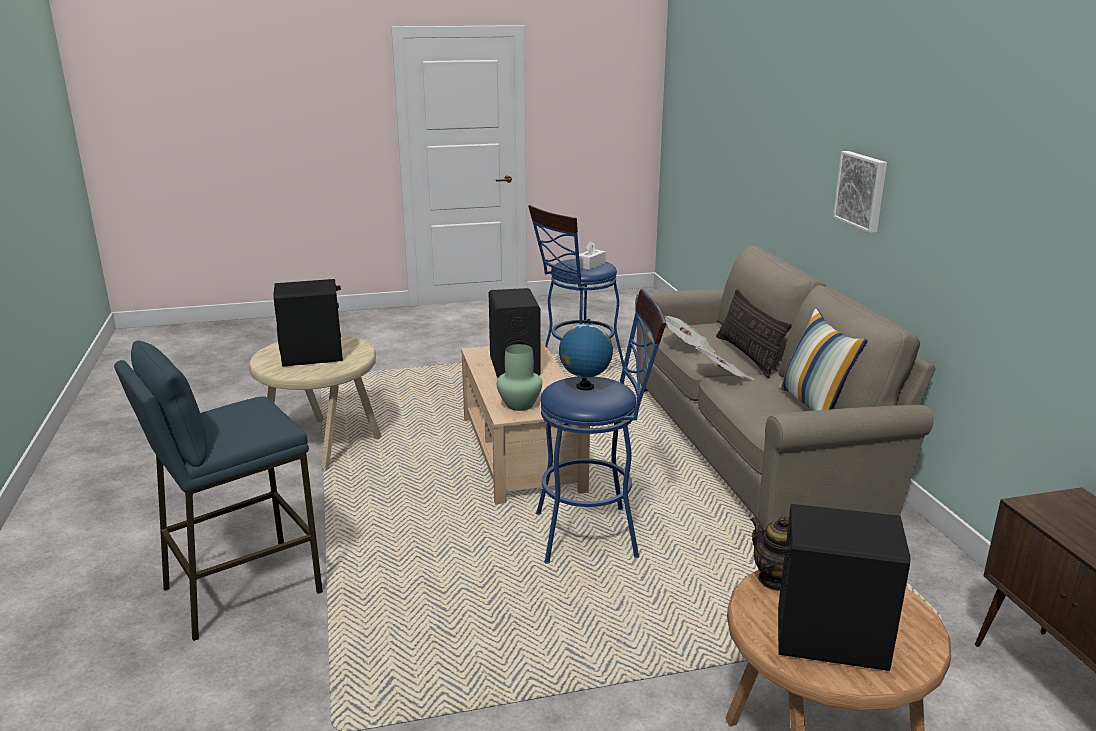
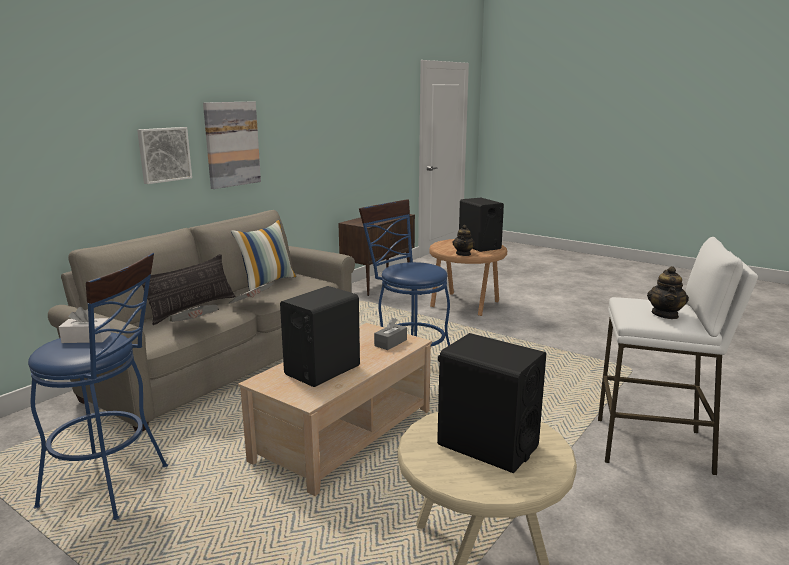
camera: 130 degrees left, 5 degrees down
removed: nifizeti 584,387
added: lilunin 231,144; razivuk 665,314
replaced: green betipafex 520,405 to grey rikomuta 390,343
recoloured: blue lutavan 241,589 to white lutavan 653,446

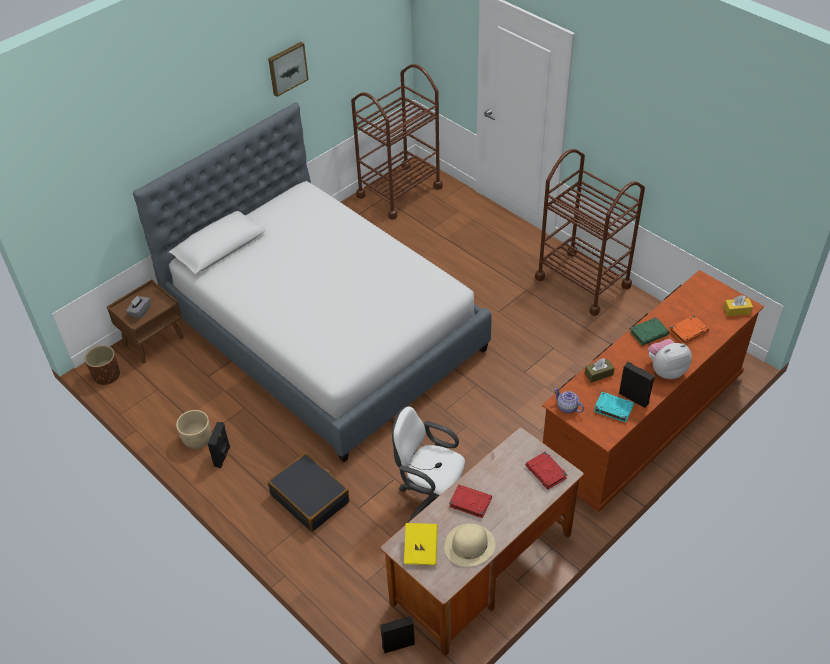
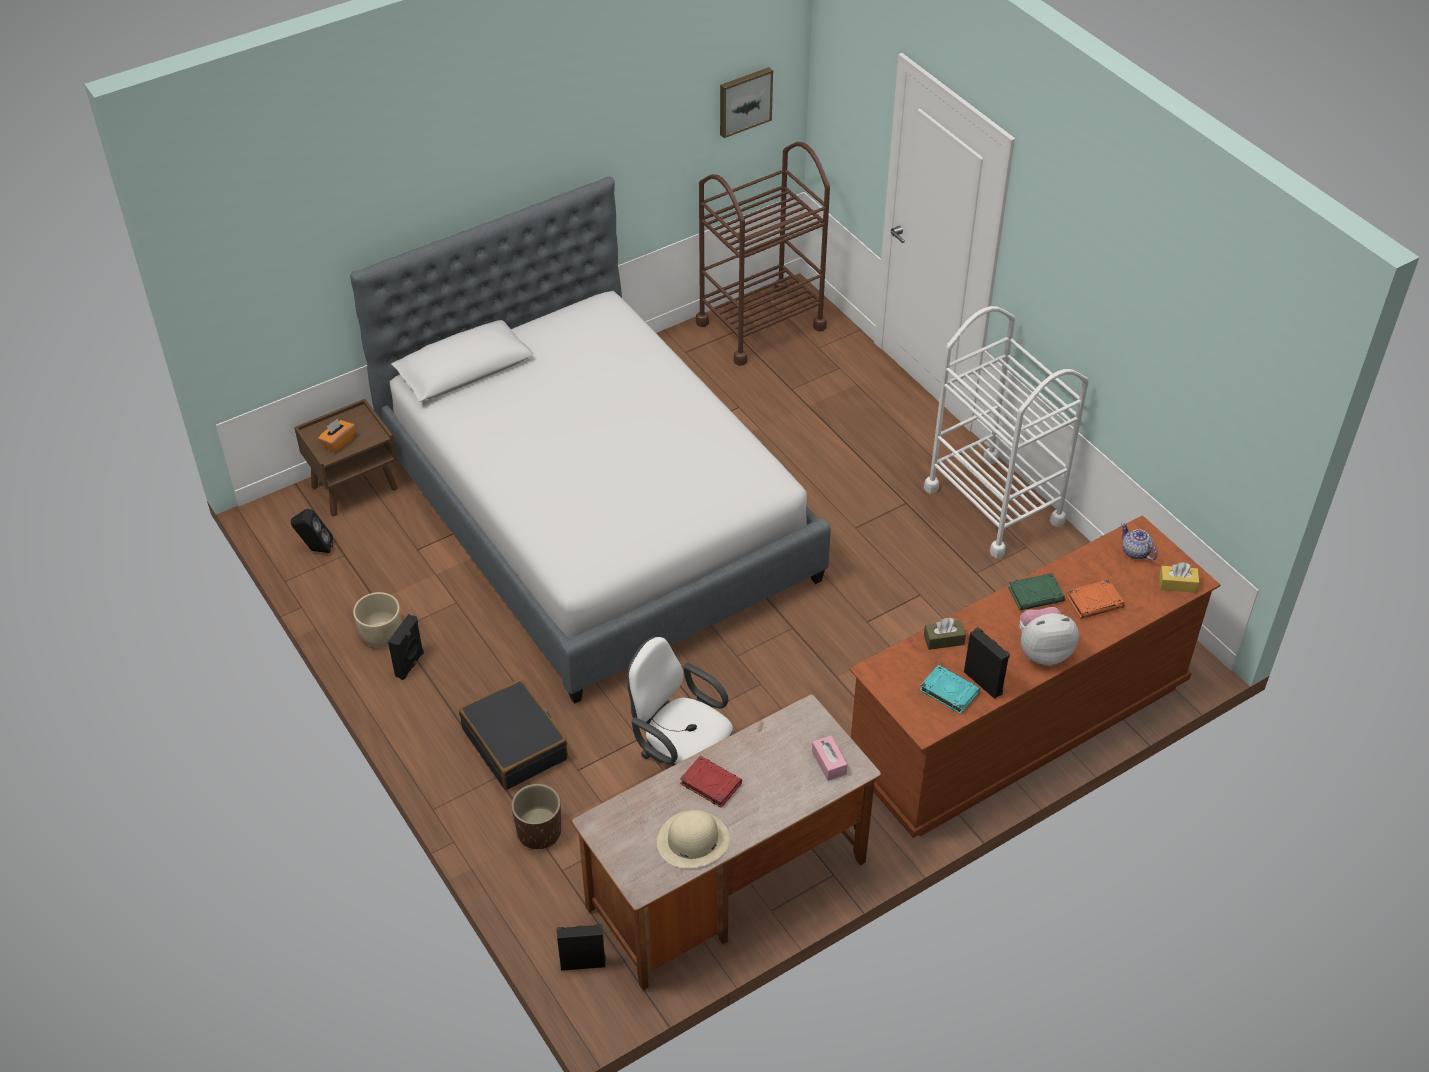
camera: 10 degrees right, 0 degrees up
removed: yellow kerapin 421,549
added: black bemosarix 315,549
moved: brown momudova 106,375 to 539,831; lilunin 287,68 to 744,101; razivuk 567,407 to 1135,552
replaced: red kerapin 546,472 to pink rikomuta 829,763
recoloured: grey rikomuta 140,312 to orange rikomuta 338,442; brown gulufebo 582,282 to white gulufebo 993,505

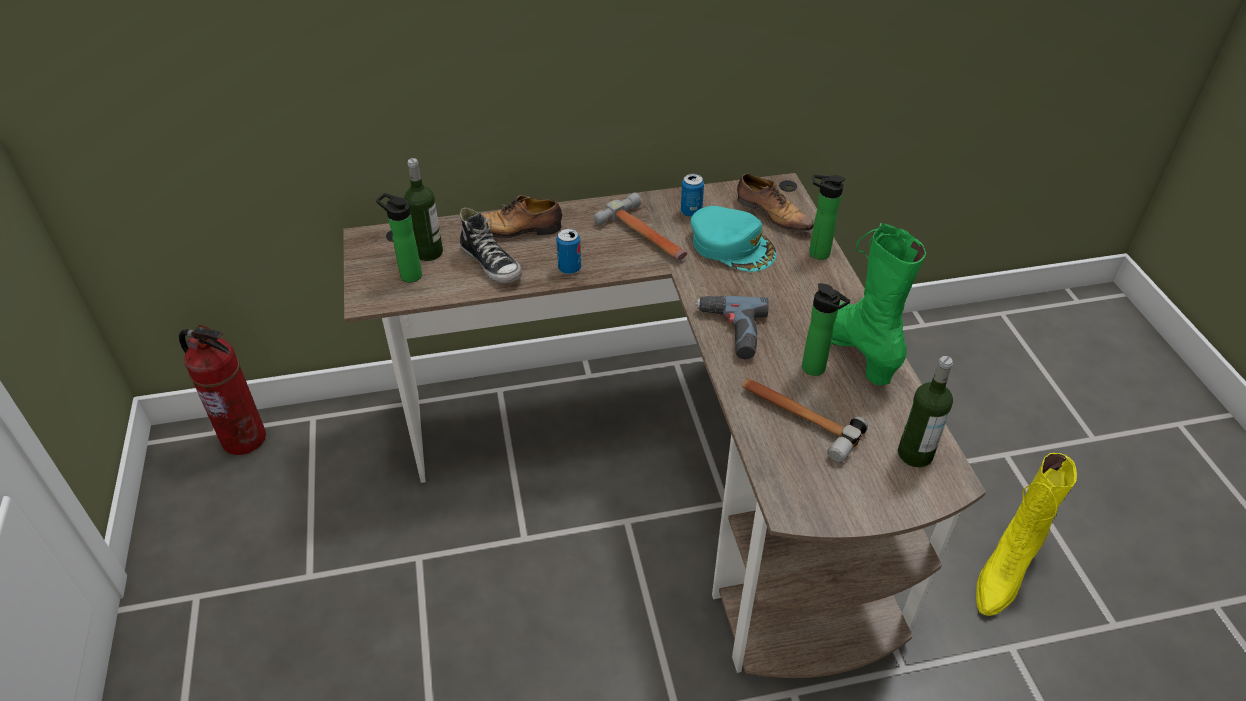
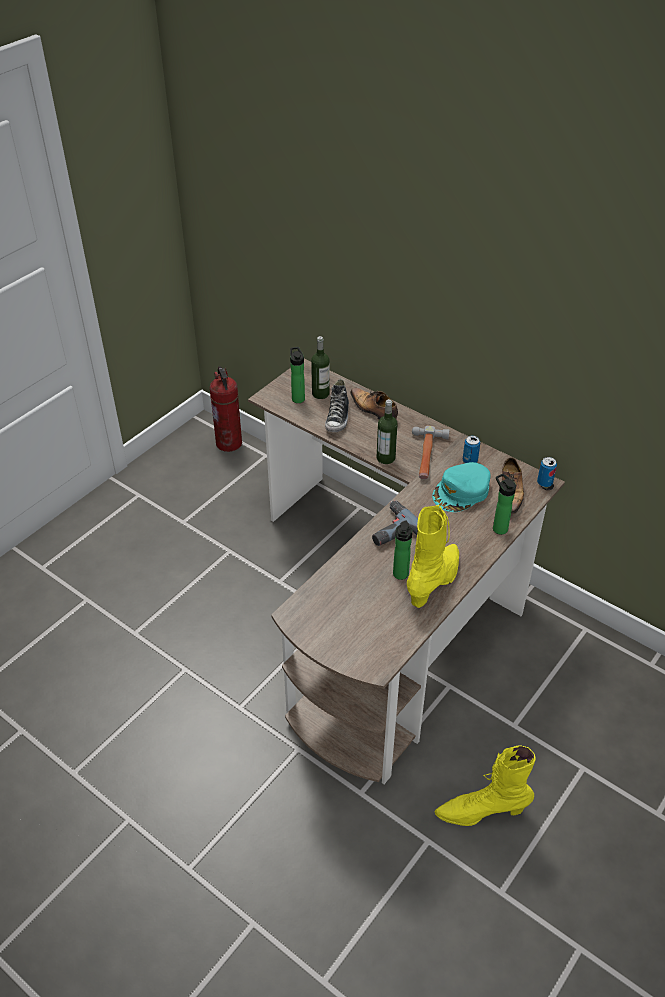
camera: 50 degrees right, 0 degrees up
removed: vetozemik 797,418
moved: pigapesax 569,268 to 544,483; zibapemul 915,454 to 385,458
recoloured: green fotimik 853,348 to yellow fotimik 434,582
turned: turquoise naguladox 732,246 = 461,492 45 degrees clockwise

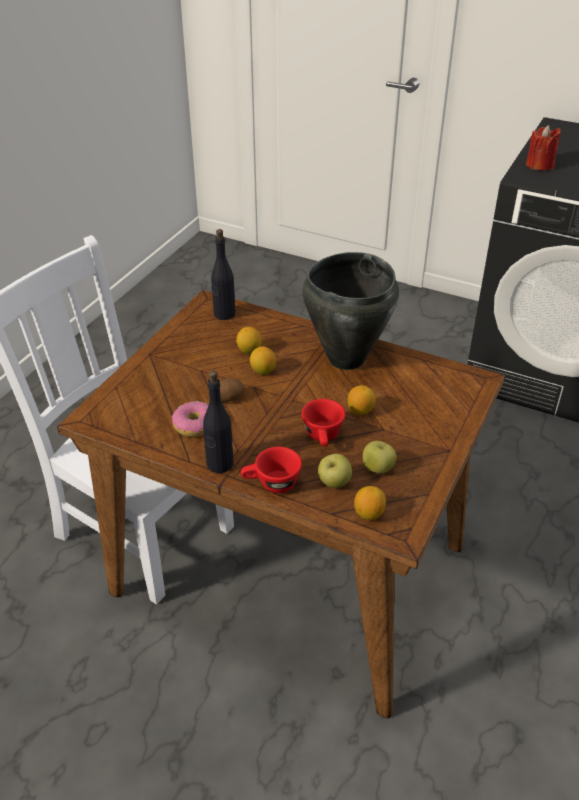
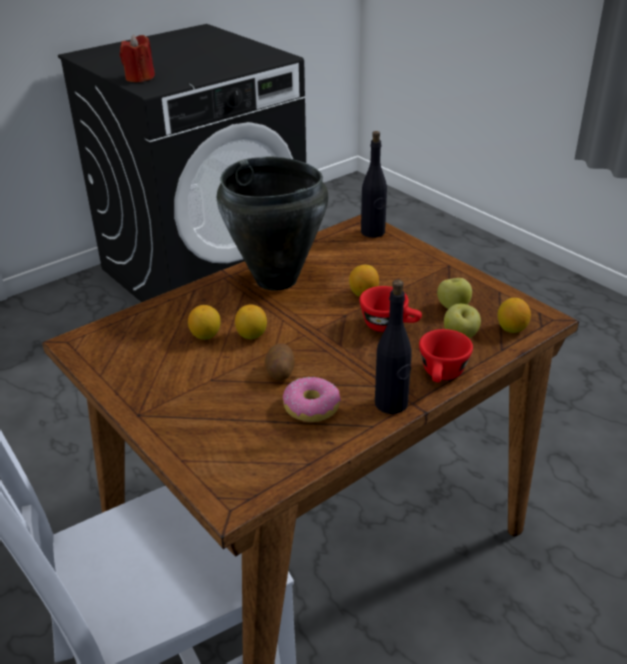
camera: 65 degrees left, 5 degrees down
moved: black zibapemul 224,314 to 373,232

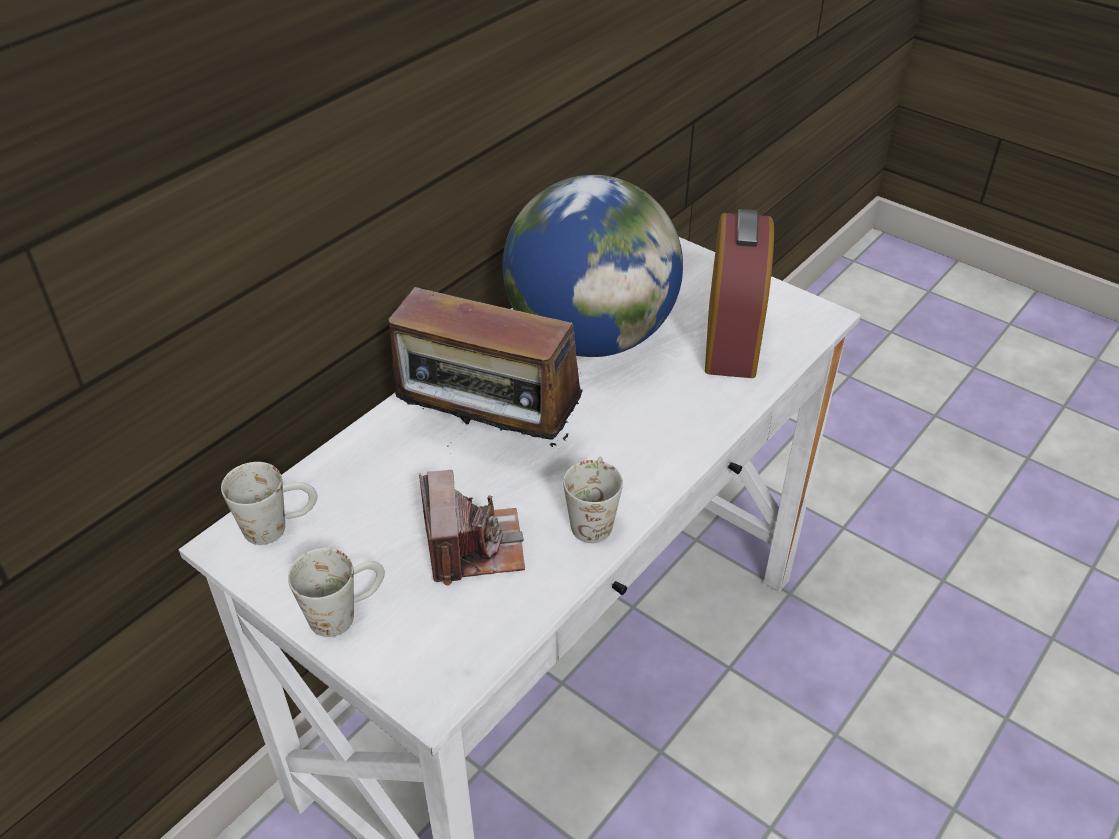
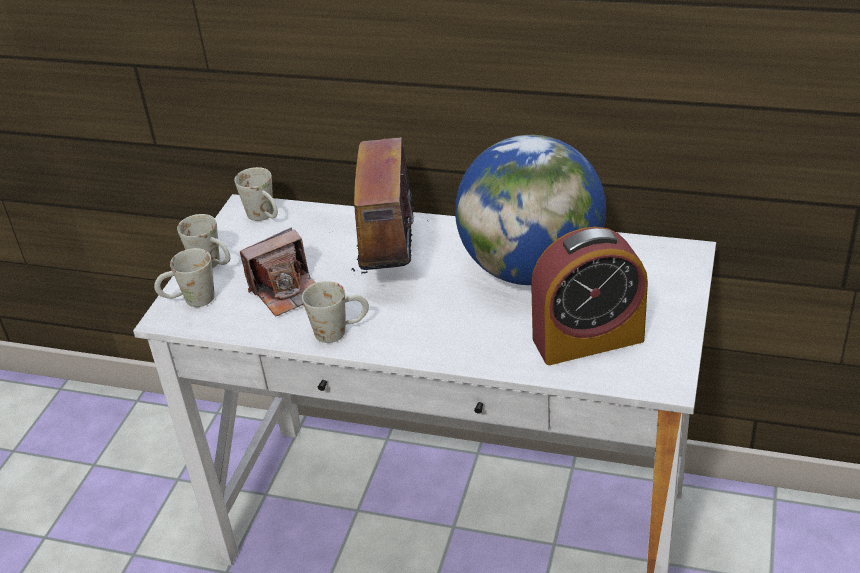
camera: 70 degrees right, 5 degrees down
added: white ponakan 190,301

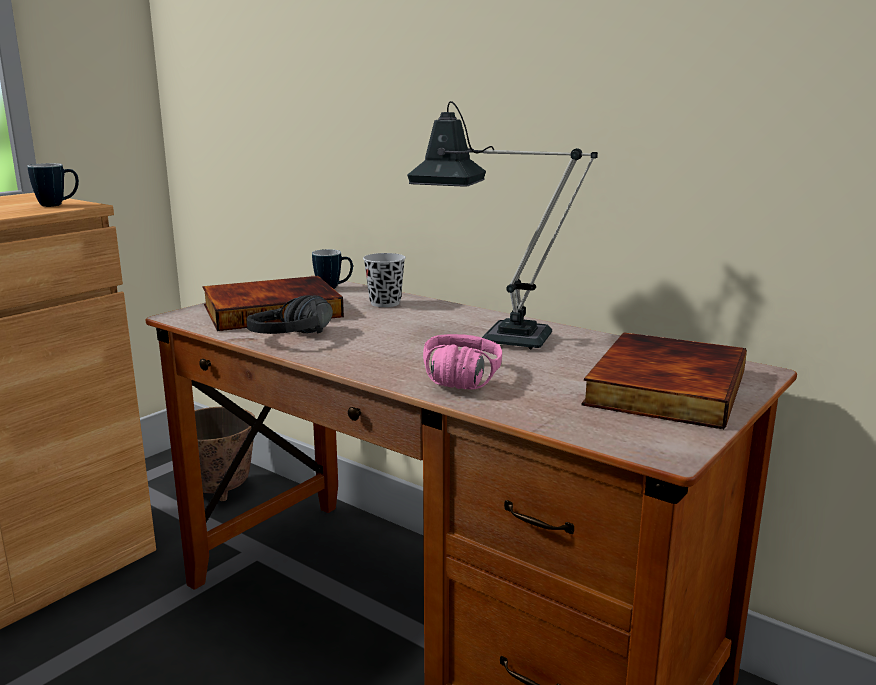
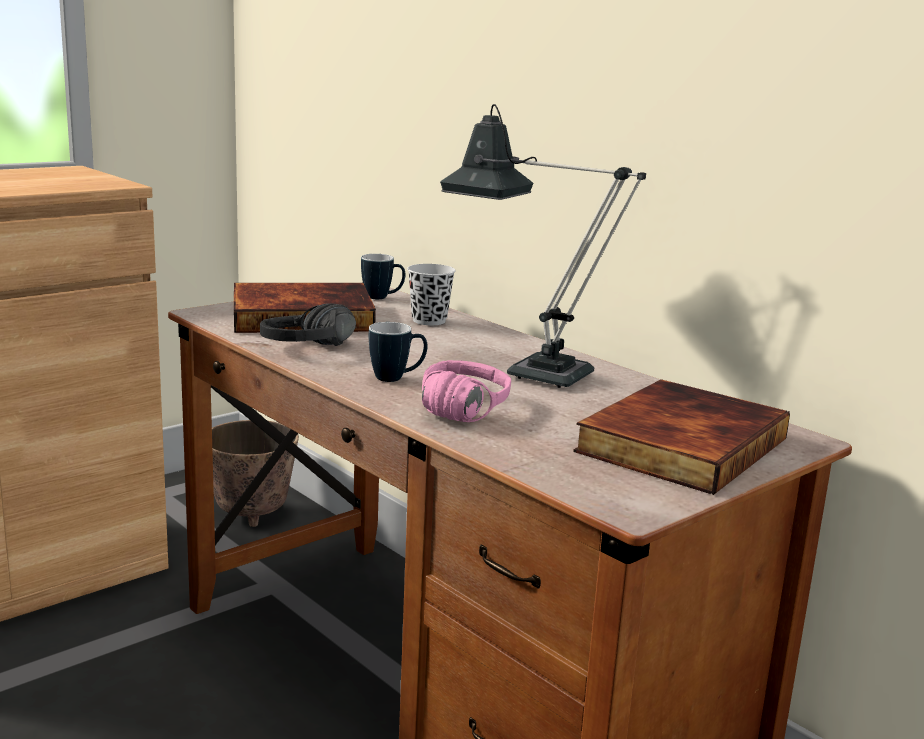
camera: 10 degrees right, 0 degrees up
moved: ponakan 58,205 to 397,378

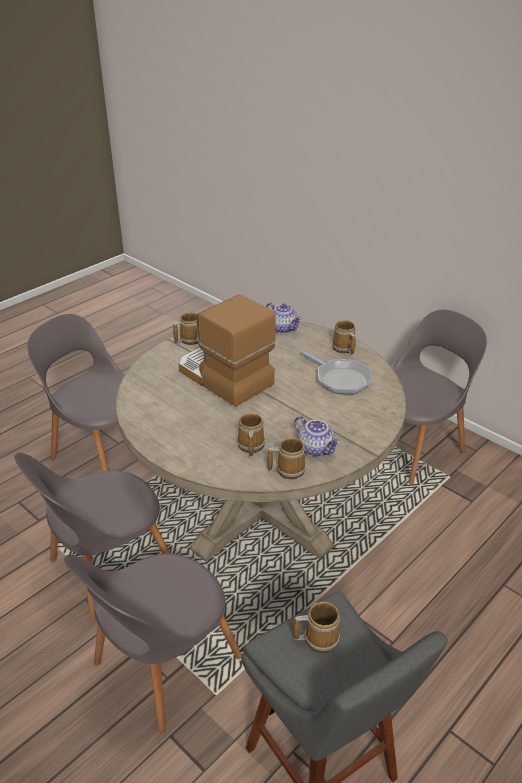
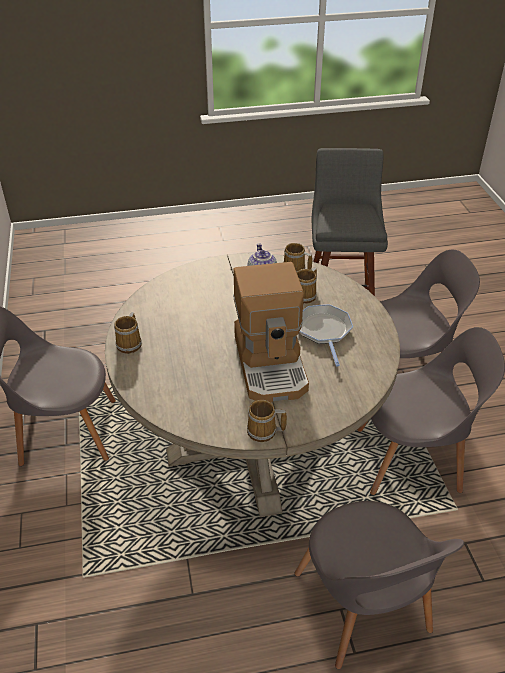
camera: 145 degrees left, 5 degrees up
removed: razivuk 283,328; ponakan 318,637
moved: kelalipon 340,379 to 324,331

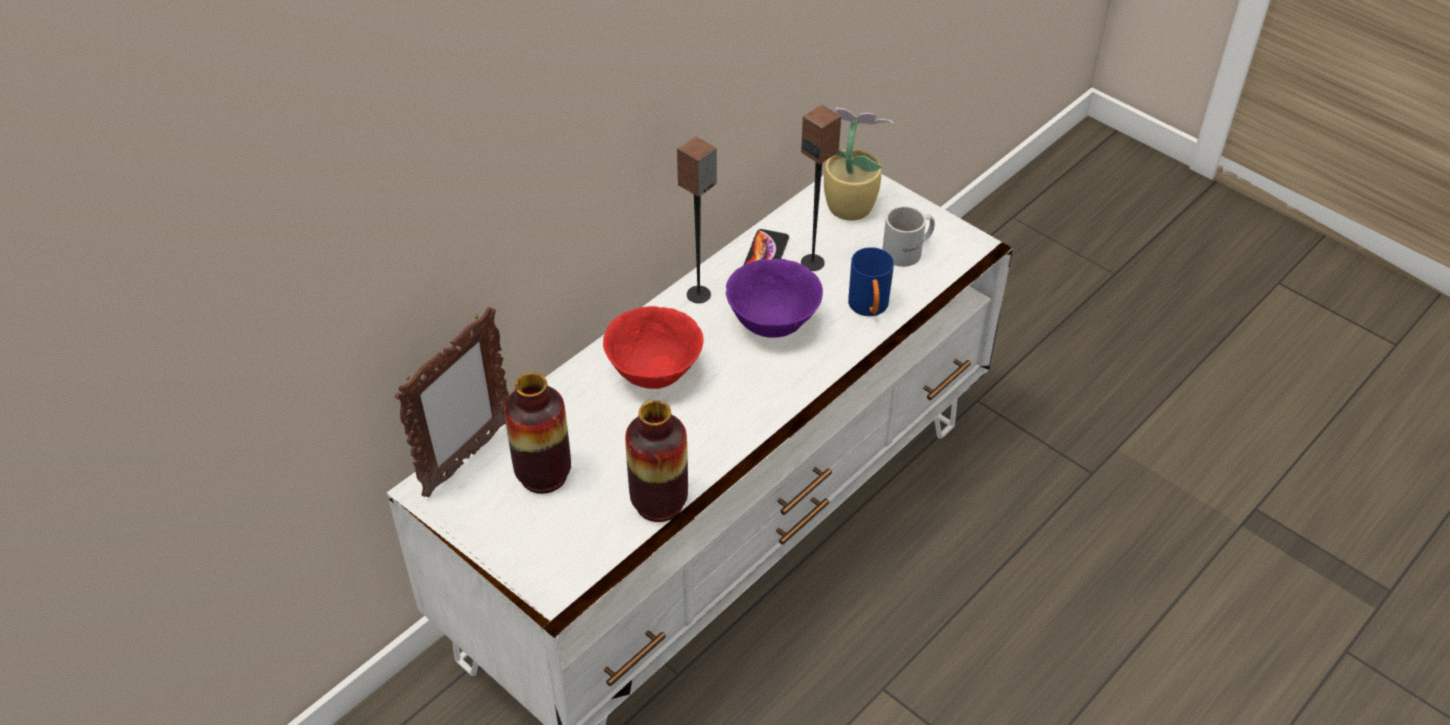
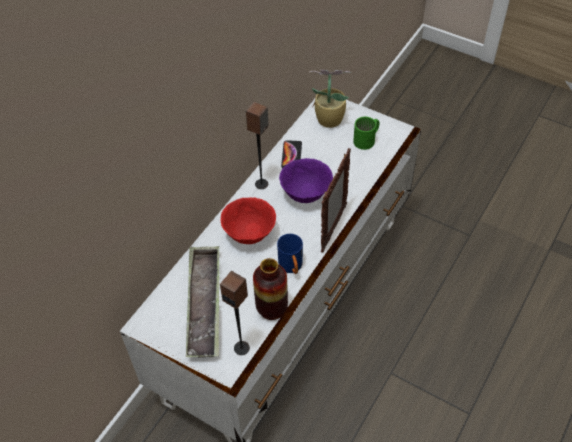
camera: 10 degrees left, 5 degrees up
moved: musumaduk 467,458 to 333,229; bemosarix 813,262 to 242,348; blue ponakan 869,309 to 292,267
replaced: betipafex 543,475 to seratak 204,304
recoloured: white ponakan 909,251 to green ponakan 367,140

